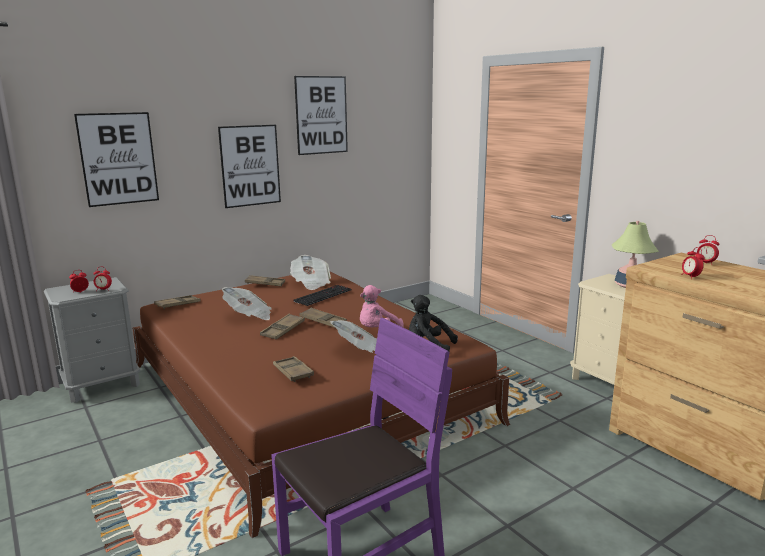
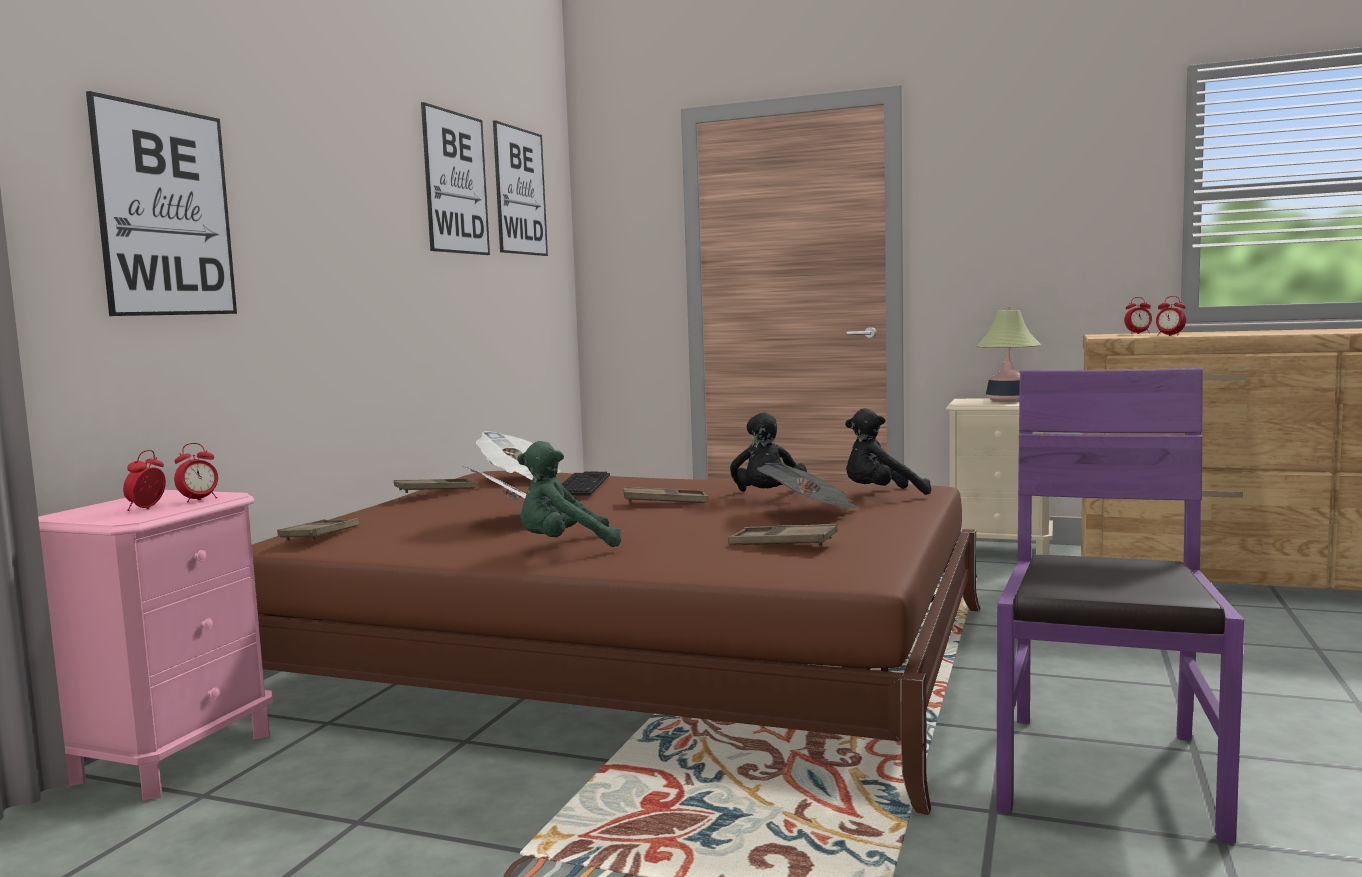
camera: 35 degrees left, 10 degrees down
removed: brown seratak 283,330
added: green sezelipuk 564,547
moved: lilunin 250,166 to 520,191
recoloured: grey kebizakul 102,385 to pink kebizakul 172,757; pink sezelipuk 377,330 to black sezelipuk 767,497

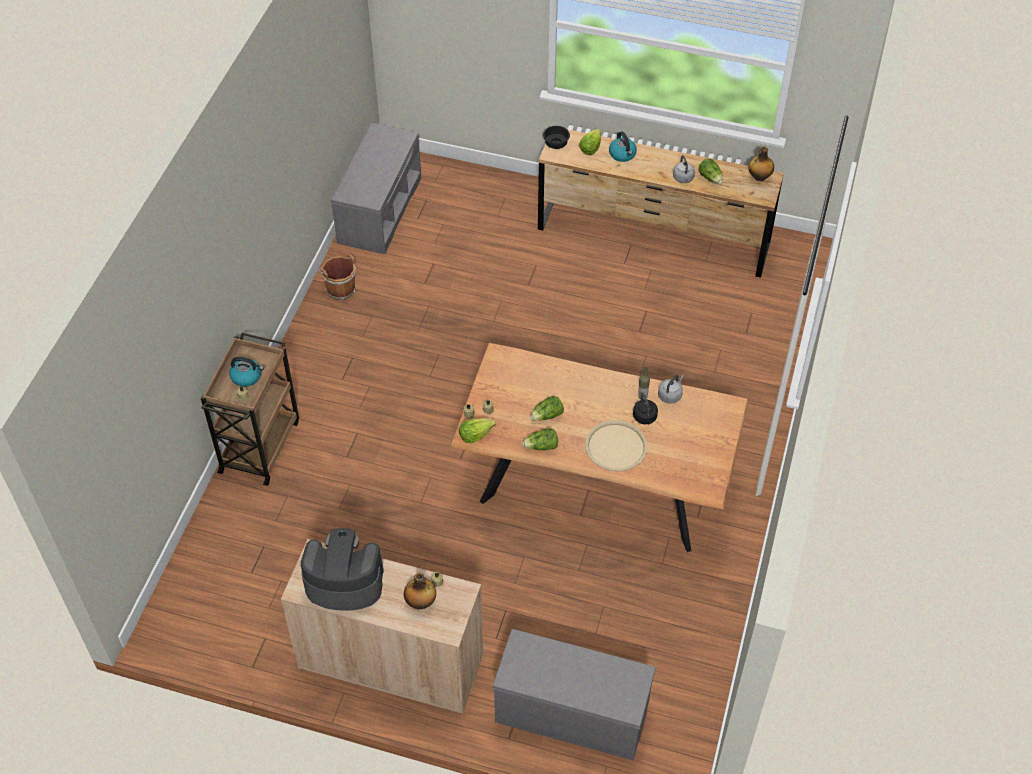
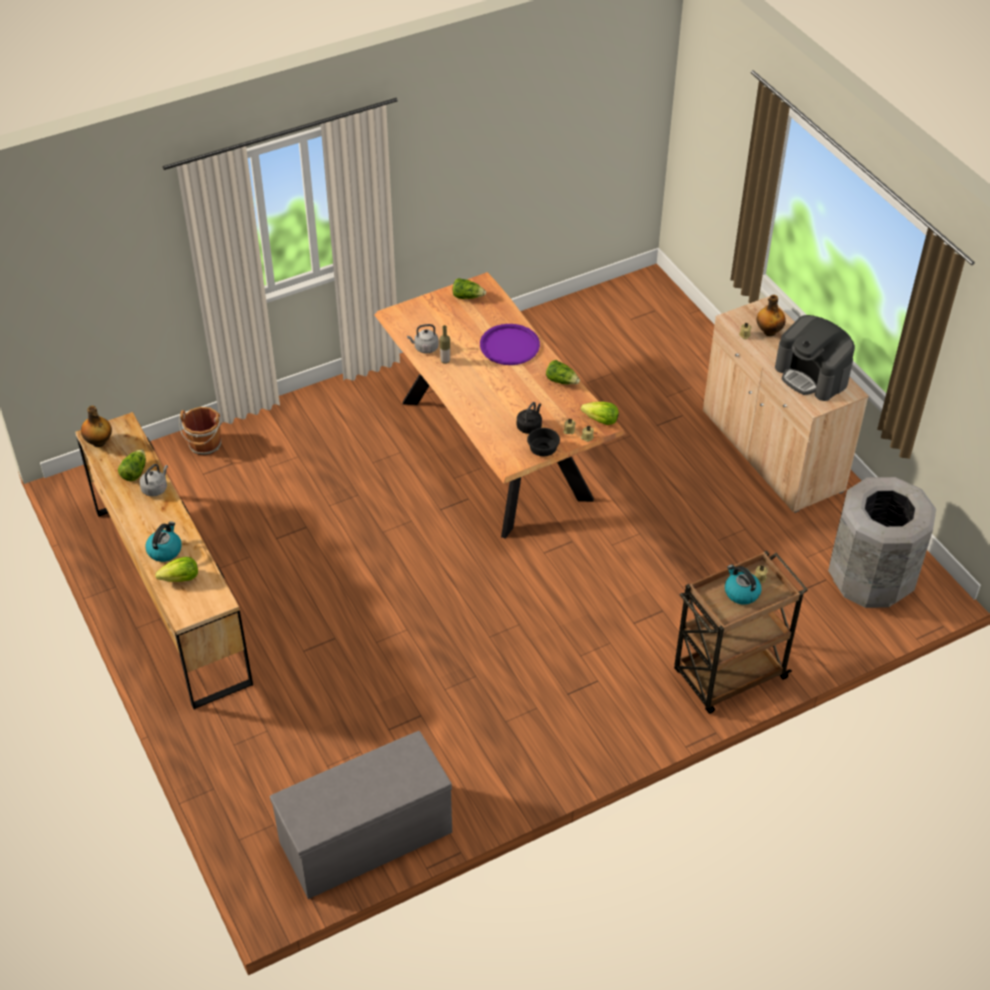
camera: 135 degrees left, 5 degrees down
removed: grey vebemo 570,713
added: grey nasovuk 869,579
moved: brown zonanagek 340,288 to 205,445; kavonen 547,416 to 467,296; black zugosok 555,143 to 542,450; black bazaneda 645,418 to 529,426
recoloured: beige seratak 616,446 to purple seratak 509,345

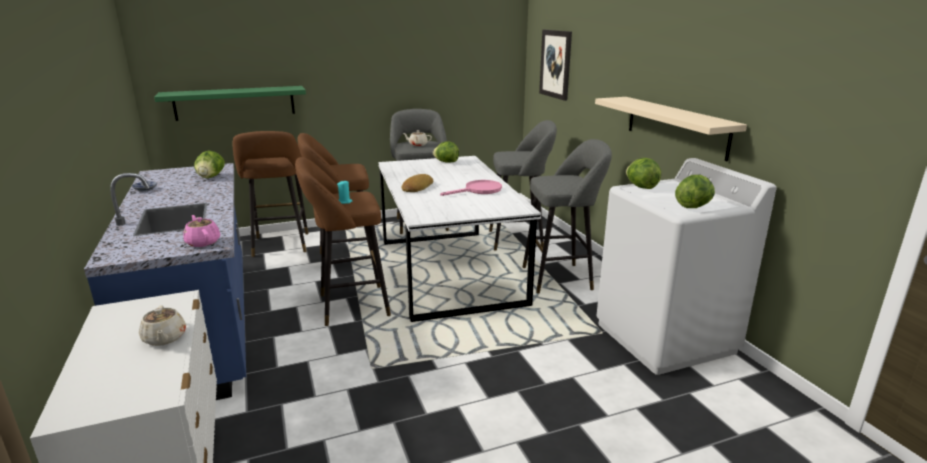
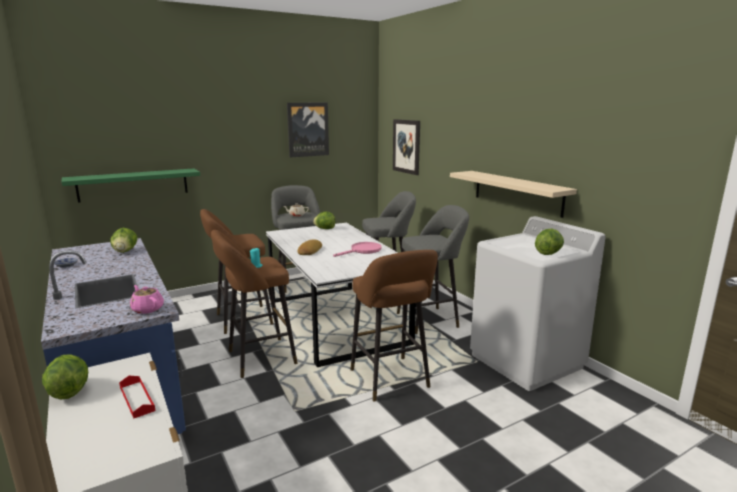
camera: 10 degrees left, 5 degrees down
added: lilunin 308,129
moved: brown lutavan 280,246 to 391,381; kavonen 641,187 to 69,391
replaced: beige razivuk 164,338 to red seratak 137,399

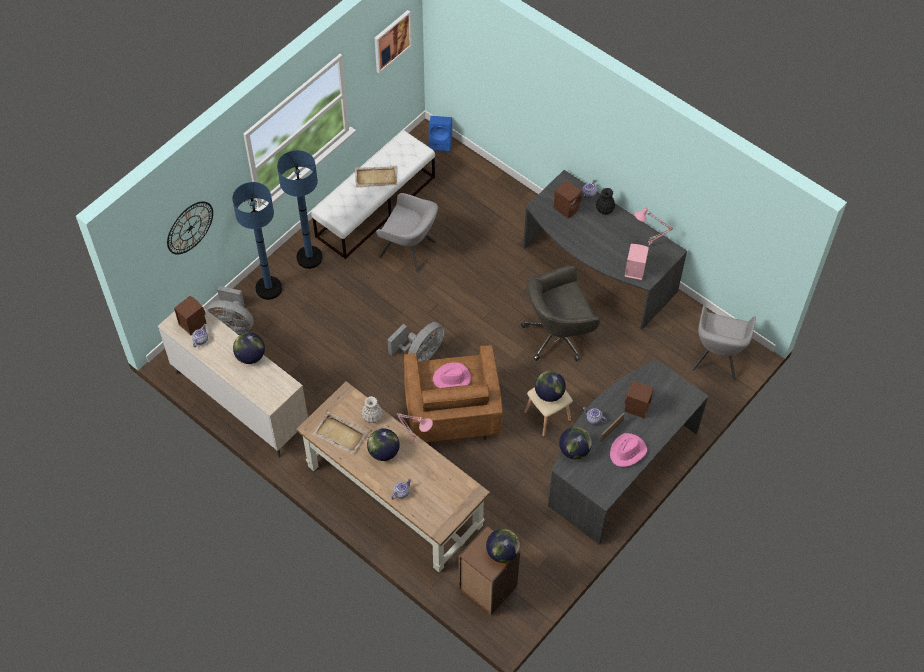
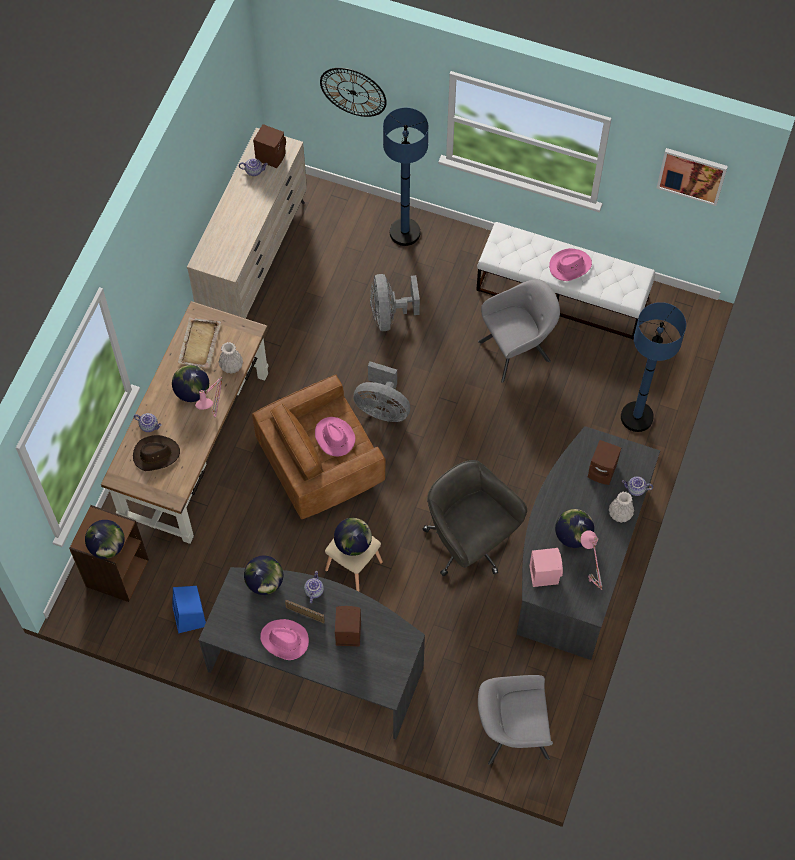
camera: 70 degrees right, 5 degrees up
added: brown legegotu 156,454
moved: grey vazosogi 233,324 to 389,314; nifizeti 250,356 to 573,535; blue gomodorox 309,257 to 637,417; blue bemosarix 441,142 to 190,617
replaced: beige seratak 375,177 to pink legegotu 570,266
recoloured: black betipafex 604,209 to white betipafex 620,514
turned: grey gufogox 410,250 = 517,350 120 degrees counterclockwise

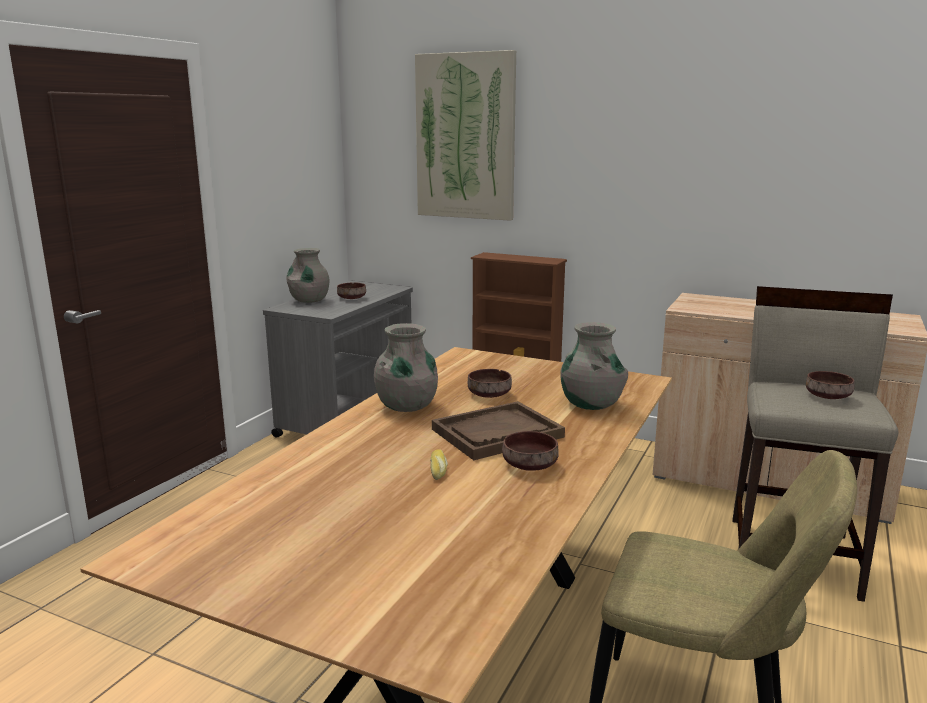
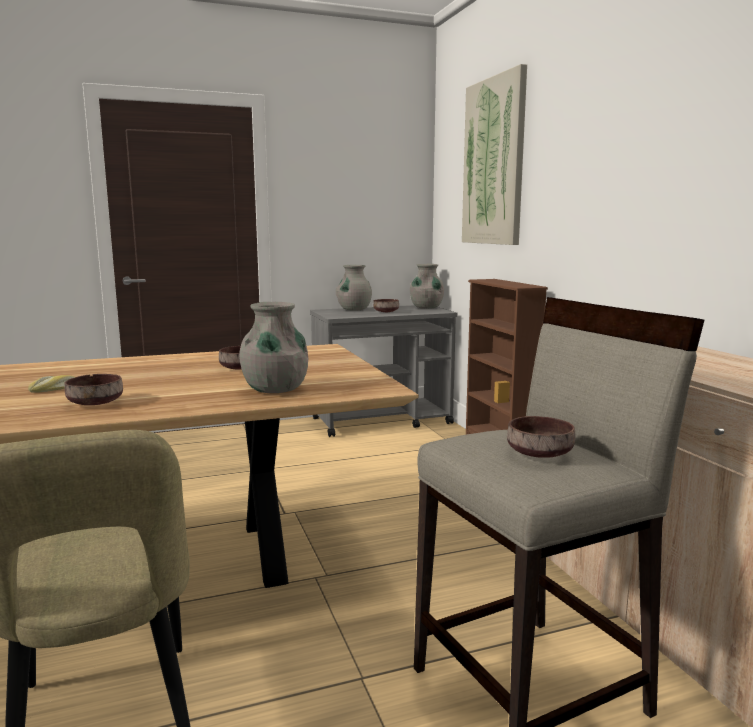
camera: 45 degrees right, 5 degrees down
removed: brown seratak 497,433
moved: grey betipafex 406,406 to 426,308

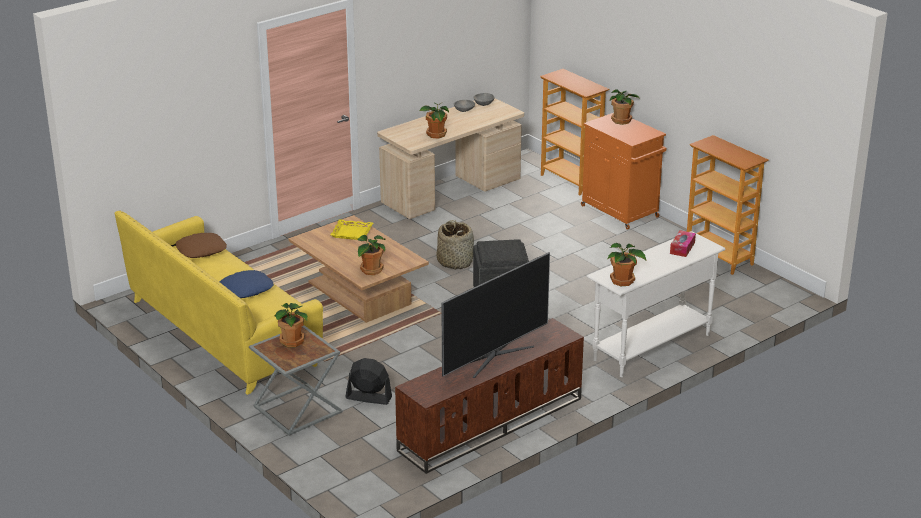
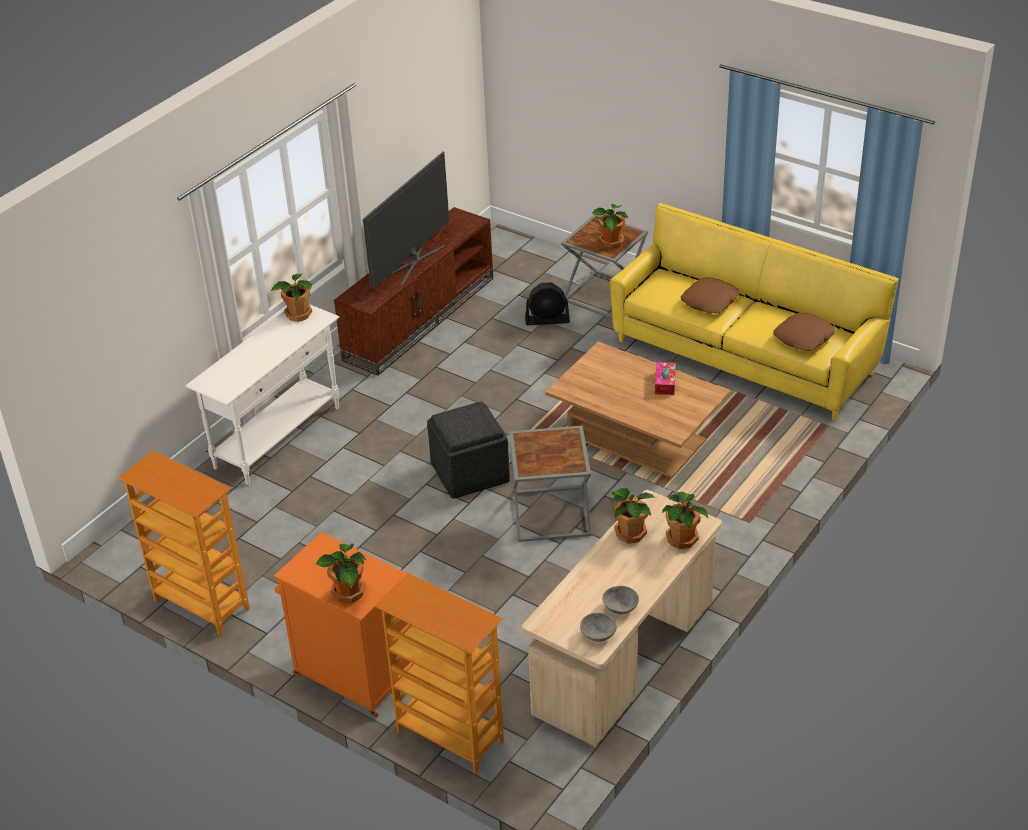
camera: 165 degrees right, 10 degrees up
removed: yellow seratak 351,233
moved: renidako 371,270 to 683,538; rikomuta 682,248 to 665,383
replaced: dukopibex 455,262 to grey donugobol 549,515
recoloured: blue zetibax 246,289 to brown zetibax 710,301

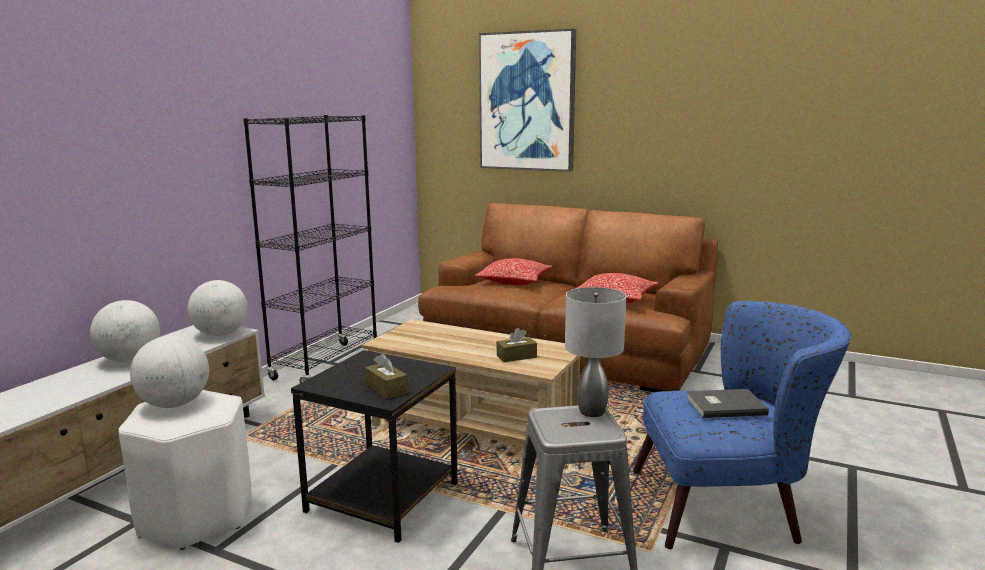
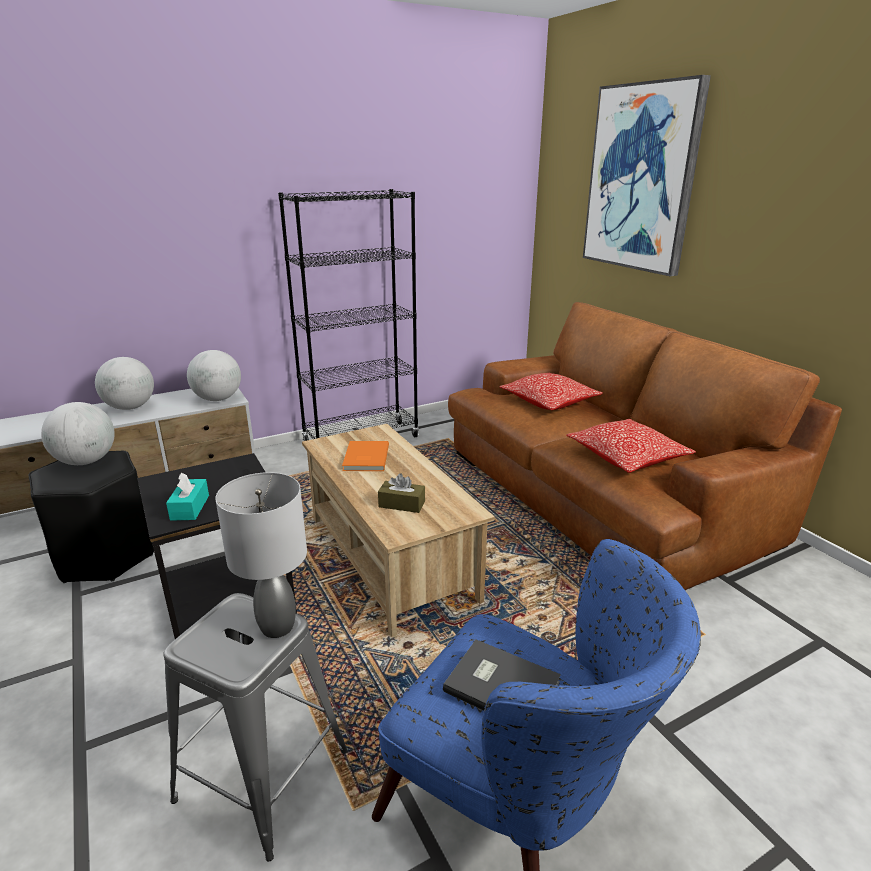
camera: 35 degrees right, 10 degrees up
added: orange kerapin 364,458
recoloured: white lutavan 196,516 to black lutavan 106,556; brown rikomuta 386,388 to turquoise rikomuta 190,507

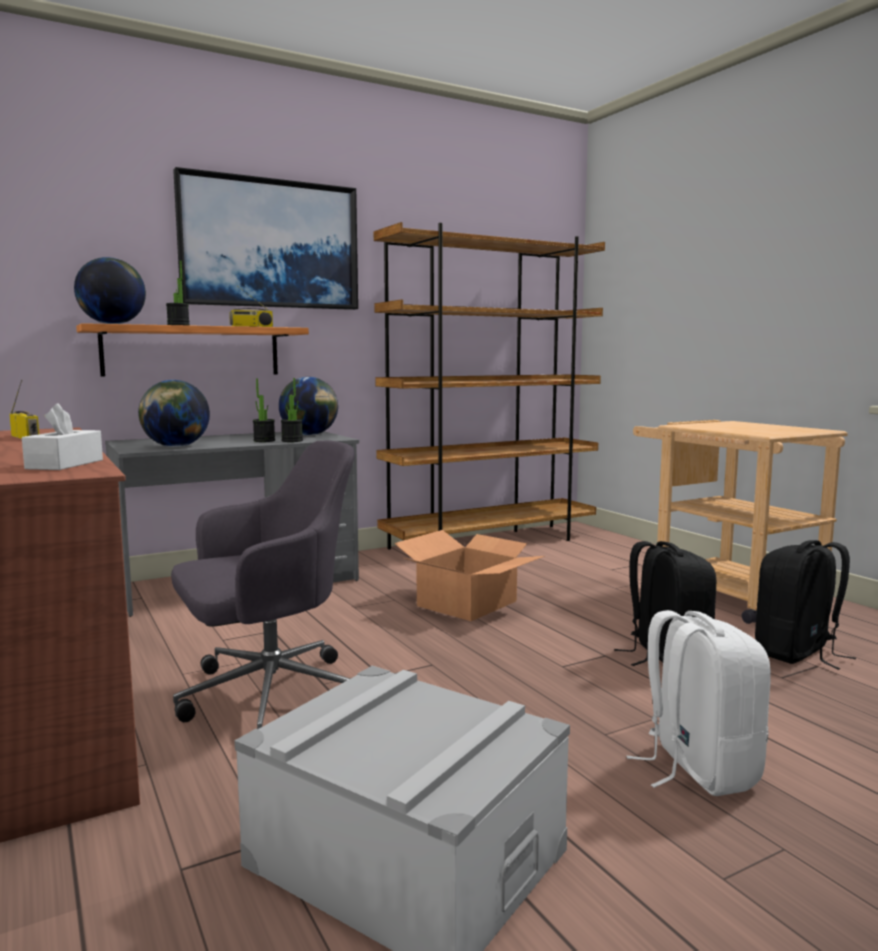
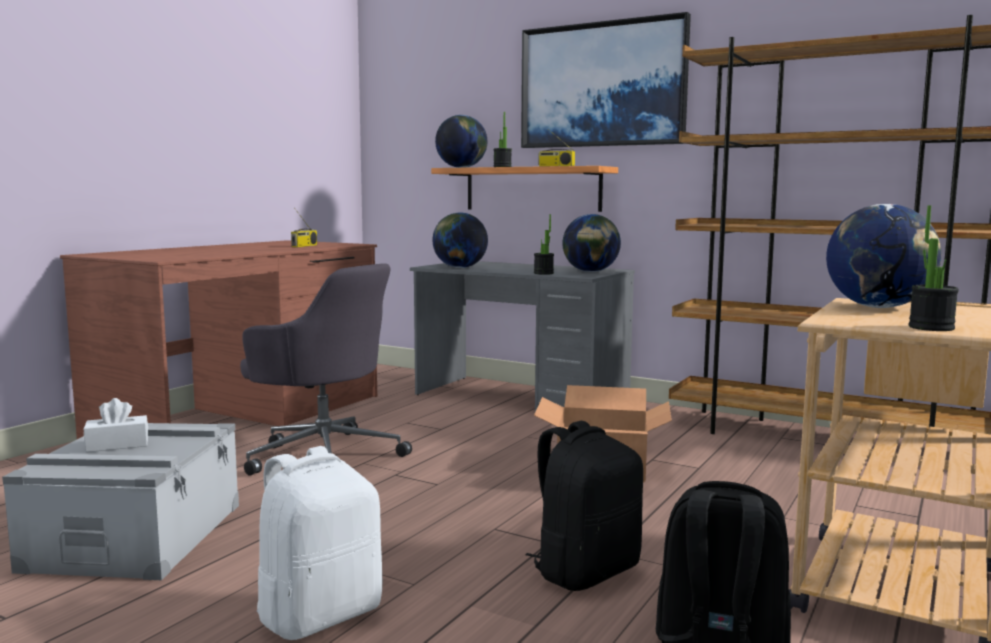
camera: 60 degrees right, 0 degrees up
added: nifizeti 878,307
moved: white rikomuta 65,464 to 117,445; renidako 264,441 to 931,328

